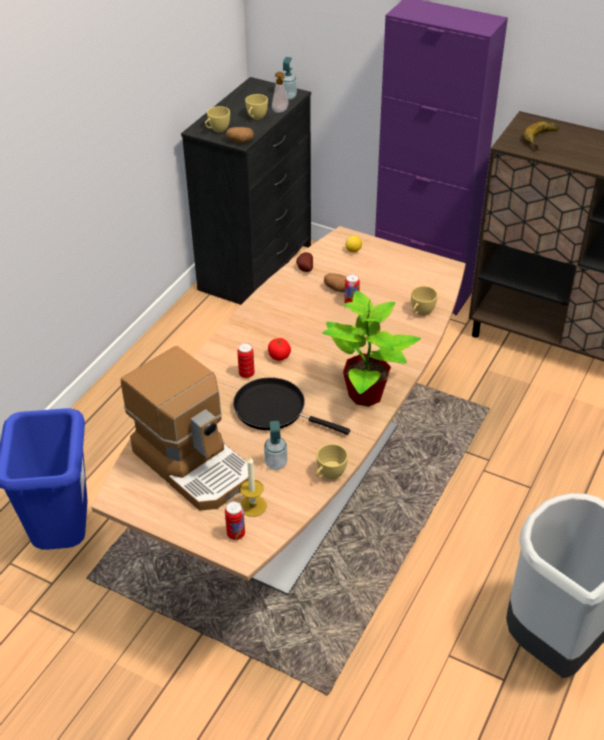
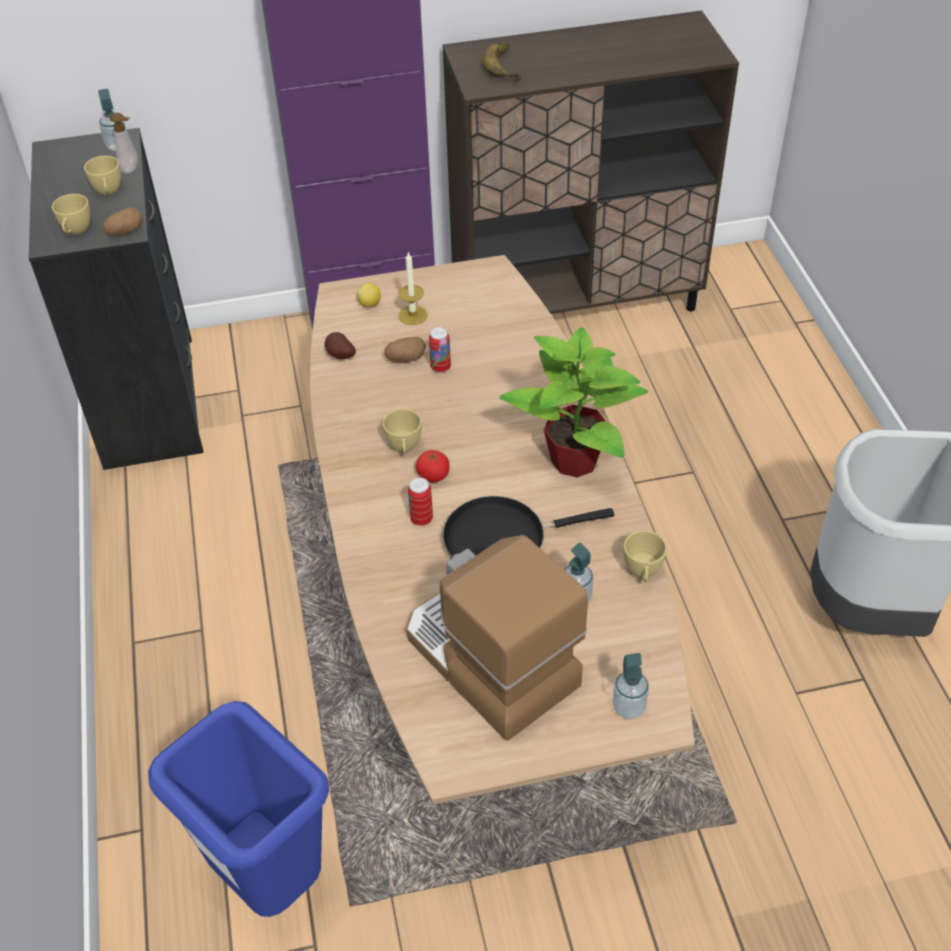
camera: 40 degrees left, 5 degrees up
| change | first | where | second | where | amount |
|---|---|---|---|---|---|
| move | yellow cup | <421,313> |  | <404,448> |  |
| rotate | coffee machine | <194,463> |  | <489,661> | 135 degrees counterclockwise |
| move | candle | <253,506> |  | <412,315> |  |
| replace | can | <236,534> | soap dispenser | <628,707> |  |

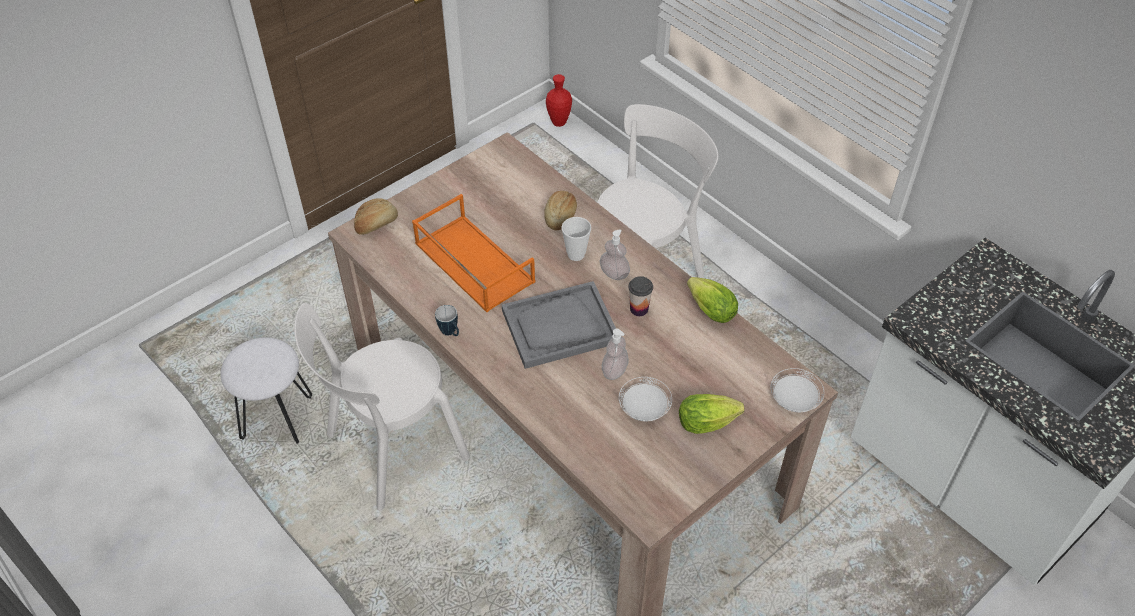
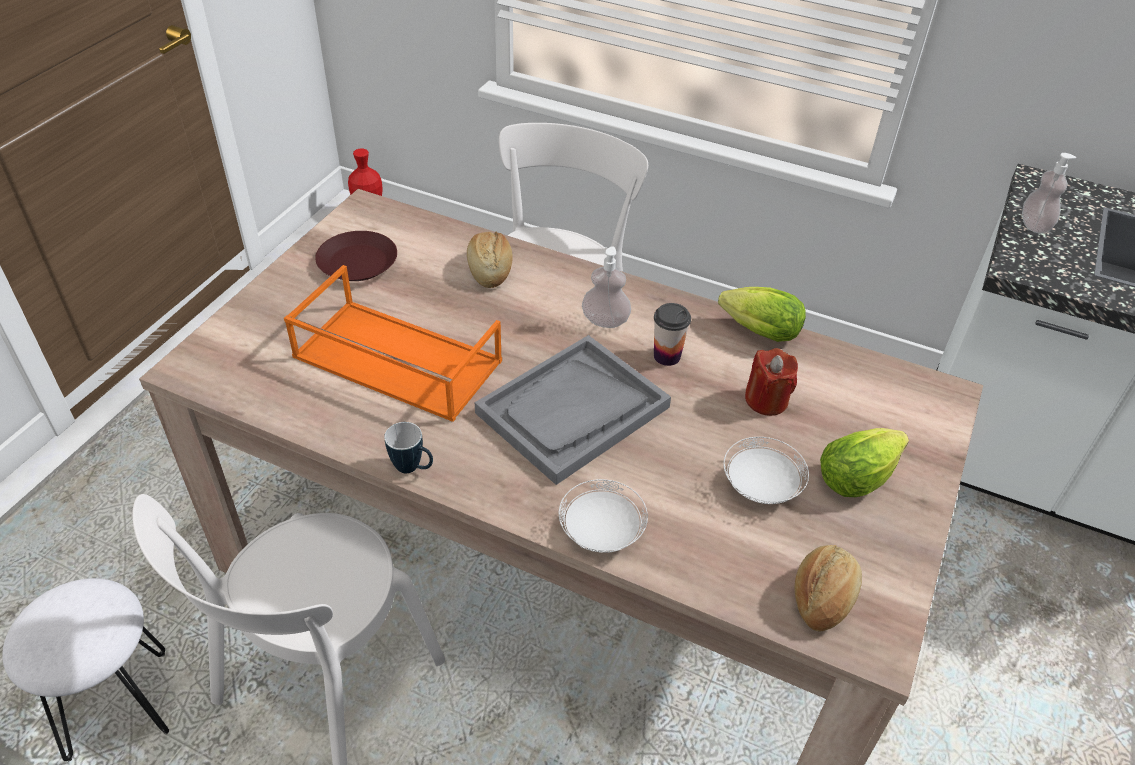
camera: 25 degrees left, 5 degrees down
| change | first | where | second | where | amount |
|---|---|---|---|---|---|
| move | bread | <376,224> |  | <822,596> |  |
| delete | cup | <576,254> |  |  |  |
| move | soap dispenser | <614,371> |  | <1034,225> |  |
| move | white plate | <794,400> |  | <601,532> |  |
| insert |  |  | brown plate | <357,263> |  |
| insert |  |  | red candle | <766,400> |  |

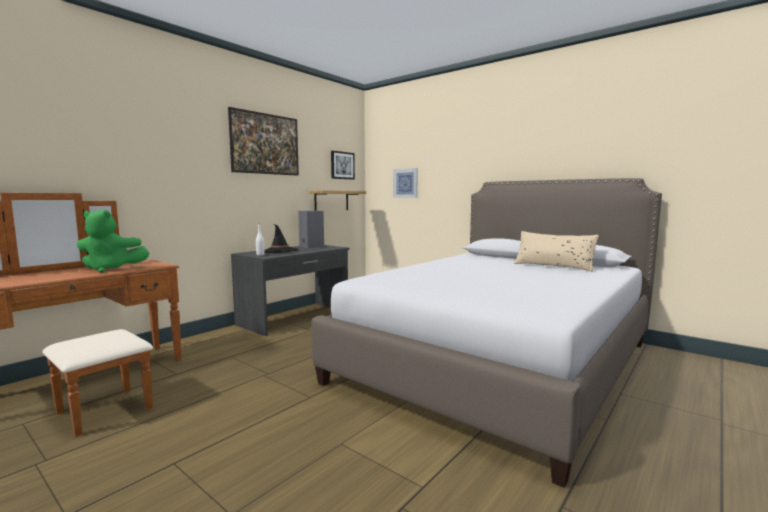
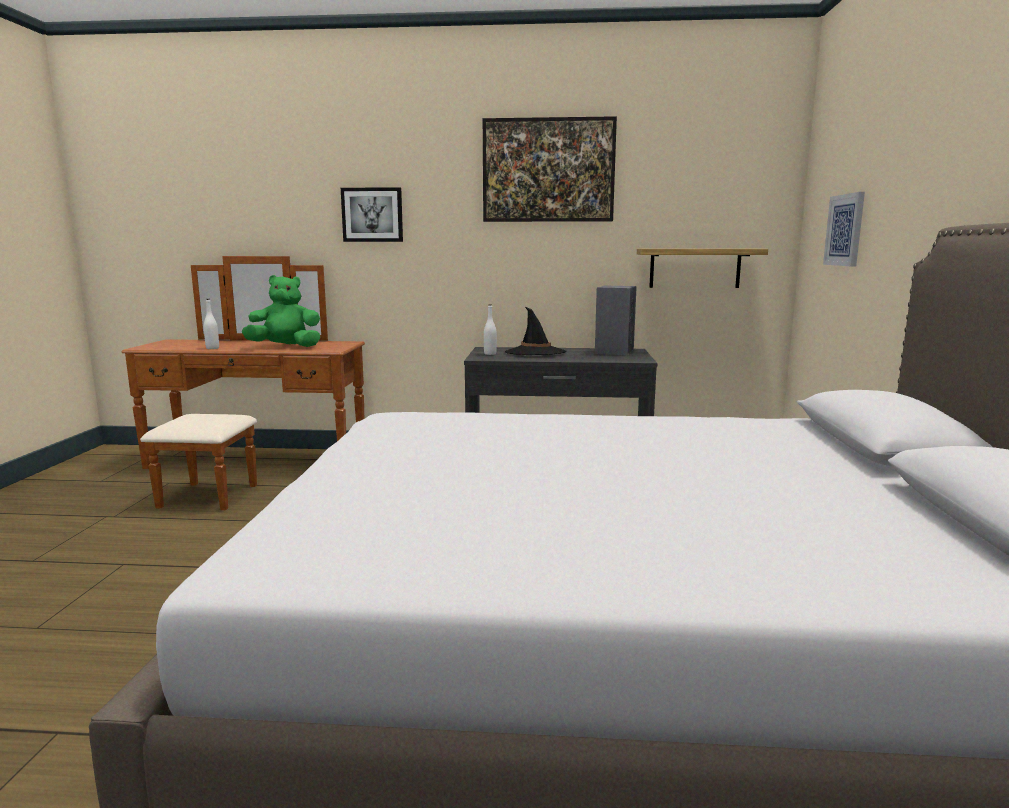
camera: 55 degrees right, 5 degrees up
| change | first | where | second | where | amount |
|---|---|---|---|---|---|
| move | picture | <342,165> |  | <372,215> |  |
| rotate | green plush toy | <111,269> |  | <285,347> | 120 degrees clockwise |
| delete | beige pillow | <553,266> |  |  |  |
| insert |  |  | white bottle | <212,348> |  |

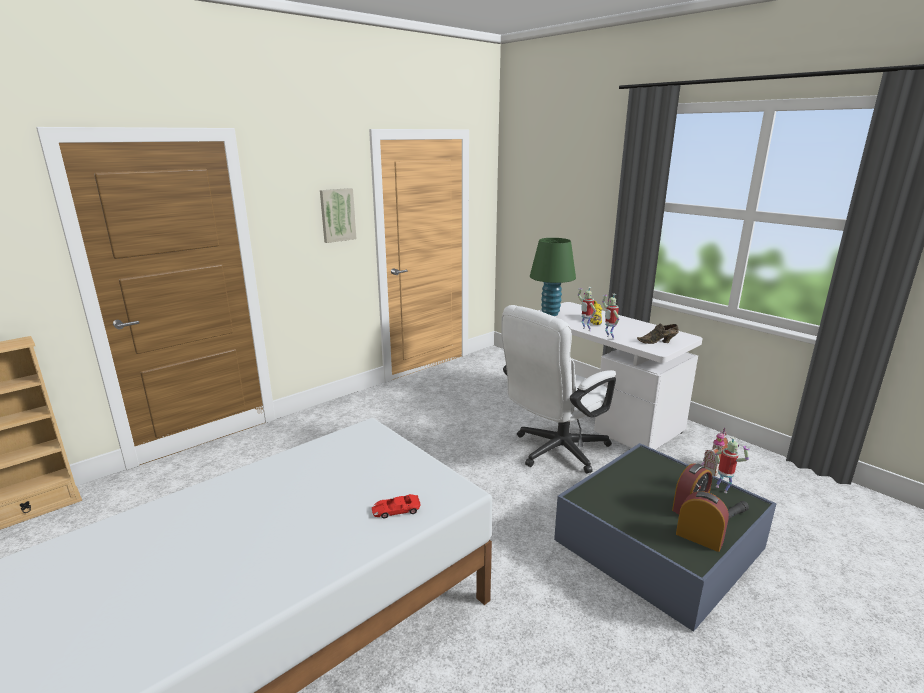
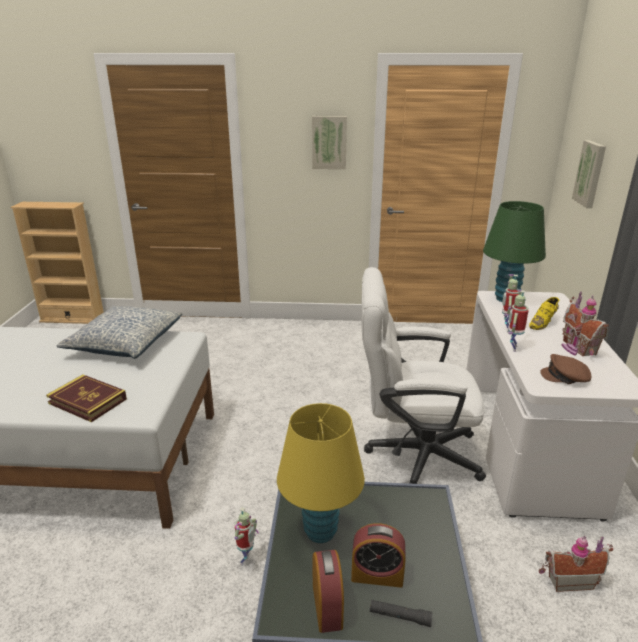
camera: 45 degrees right, 5 degrees up
| change | first | where | second | where | amount |
|---|---|---|---|---|---|
| replace | brown shoe | <658,342> | brown cap | <566,377> |  |
| move | toy robot | <723,489> |  | <246,560> |  |
| replace | red toy car | <396,510> | book | <87,401> |  |
| insert |  |  | picture | <590,173> |  |
| insert |  |  | toy house | <576,348> |  |
| insert |  |  | pillow | <125,343> |  |
| insert |  |  | yellow table lamp | <320,531> |  |

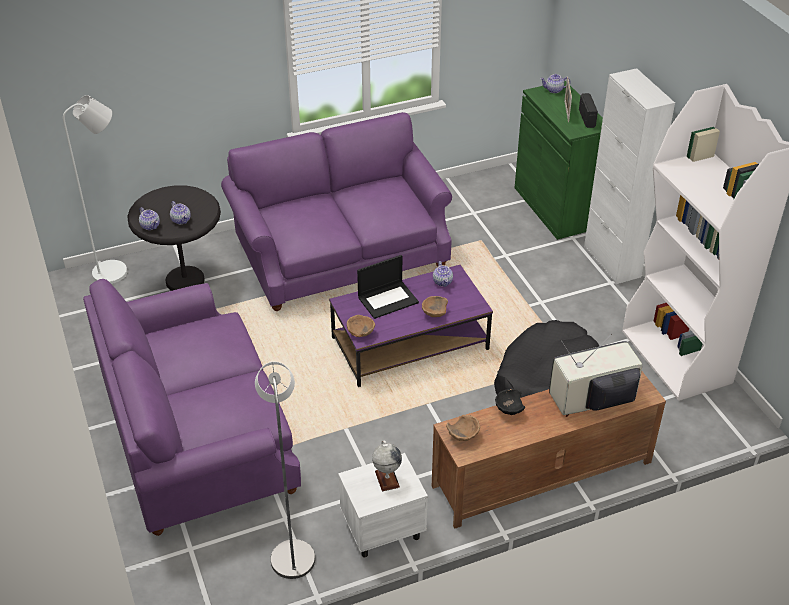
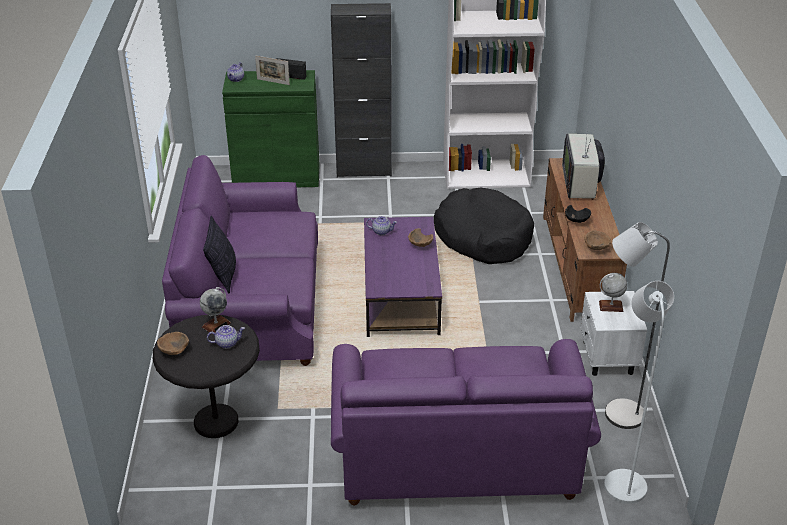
camera: 70 degrees left, 5 degrees down
| change | first | where | second | where | amount |
|---|---|---|---|---|---|
| recolor | white cabinet | <612,261> | black cabinet | <364,170> |  |
| move | white floor lamp | <117,271> |  | <623,480> |  |
| delete | teapot | <151,226> |  |  |  |
| delete | laptop | <388,299> |  |  |  |
| move | brown bowl | <361,333> |  | <174,350> |  |
| insert |  |  | pillow | <223,275> |  |
| insert |  |  | globe | <216,325> |  |

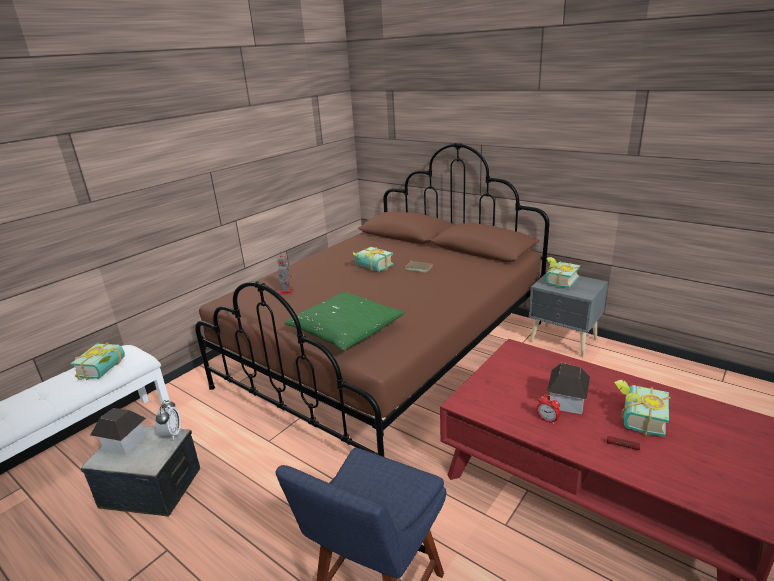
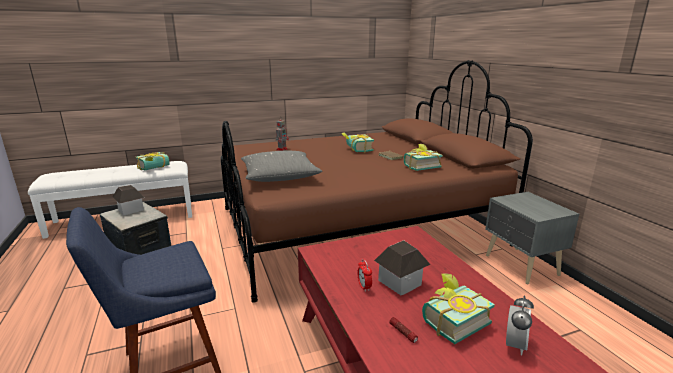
camera: 30 degrees right, 5 degrees down
| change | first | where | second | where | amount |
|---|---|---|---|---|---|
| move | book | <558,281> |  | <420,166> |  |
| recolor | green pillow | <346,331> | grey pillow | <279,176> |  |
| move | alarm clock | <171,434> |  | <515,345> |  |

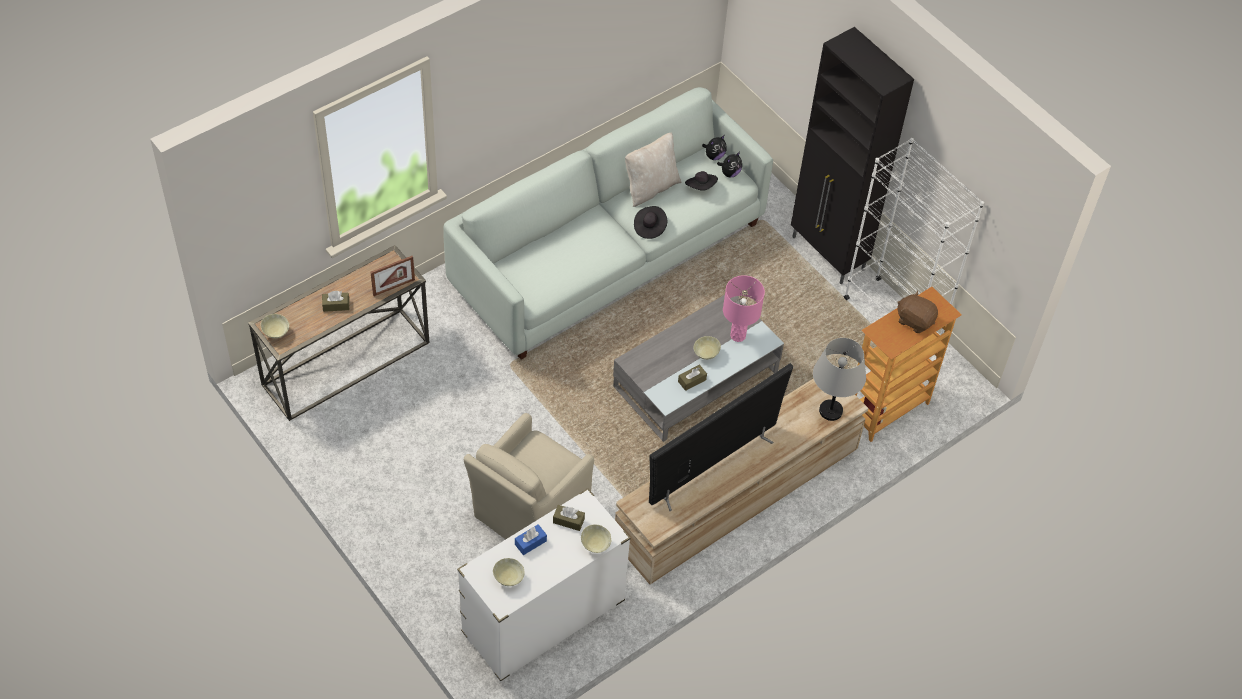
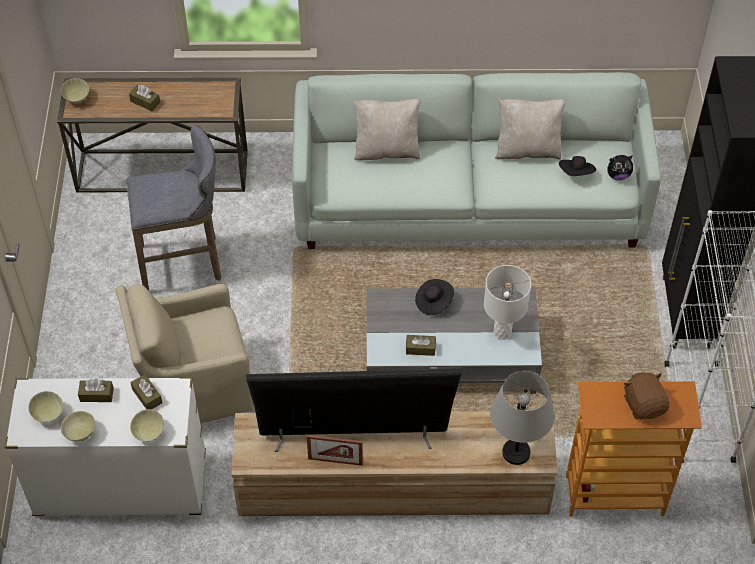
camera: 40 degrees right, 0 degrees up
| change | first | where | second | where | amount |
|---|---|---|---|---|---|
| delete | plush toy | <714,156> |  |  |  |
| move | black hat | <649,227> |  | <433,302> |  |
| move | picture frame | <394,287> |  | <335,461> |  |
| recolor | pink table lamp | <738,335> | white table lamp | <502,332> |  |
| move | beige bowl | <705,354> |  | <80,433> |  |
| recolor | blue tissue box | <530,542> | brown tissue box | <96,395> |  |
| insert |  |  | beige pillow | <386,150> |  |
| insert |  |  | grey stool | <184,262> |  |

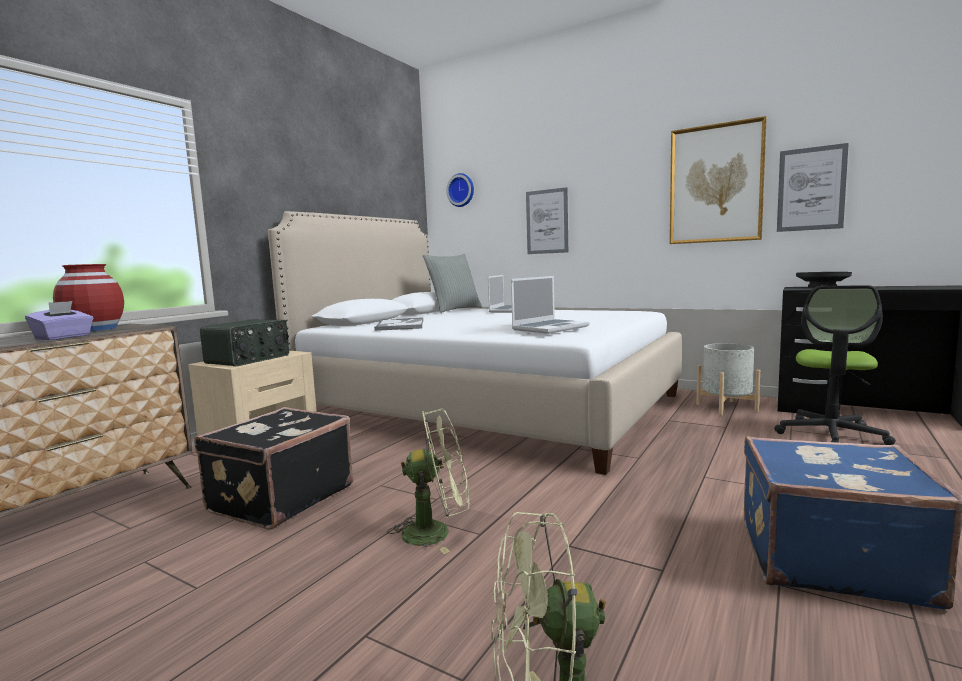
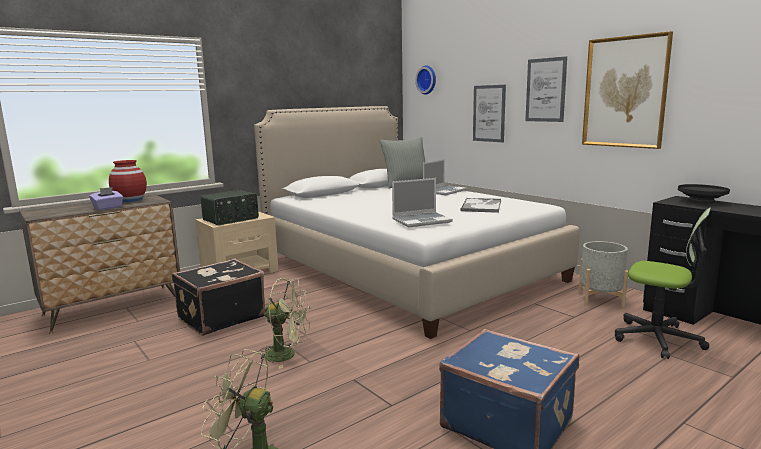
camera: 20 degrees right, 5 degrees up
| change | first | where | second | where | amount |
|---|---|---|---|---|---|
| move | picture | <811,189> |  | <545,90> |  |
| rotate | office chair | <831,435> |  | <657,339> | 105 degrees counterclockwise |
| move | tray | <400,325> |  | <481,206> |  |

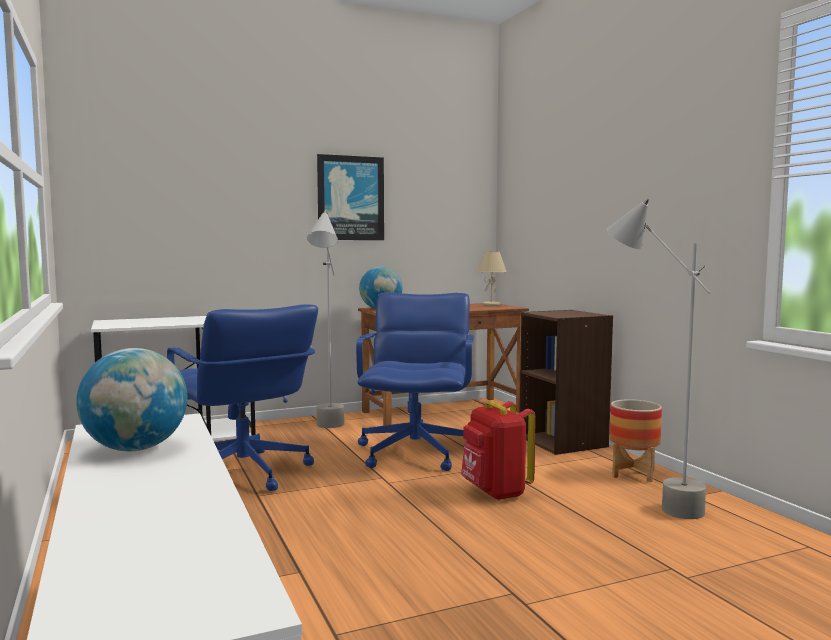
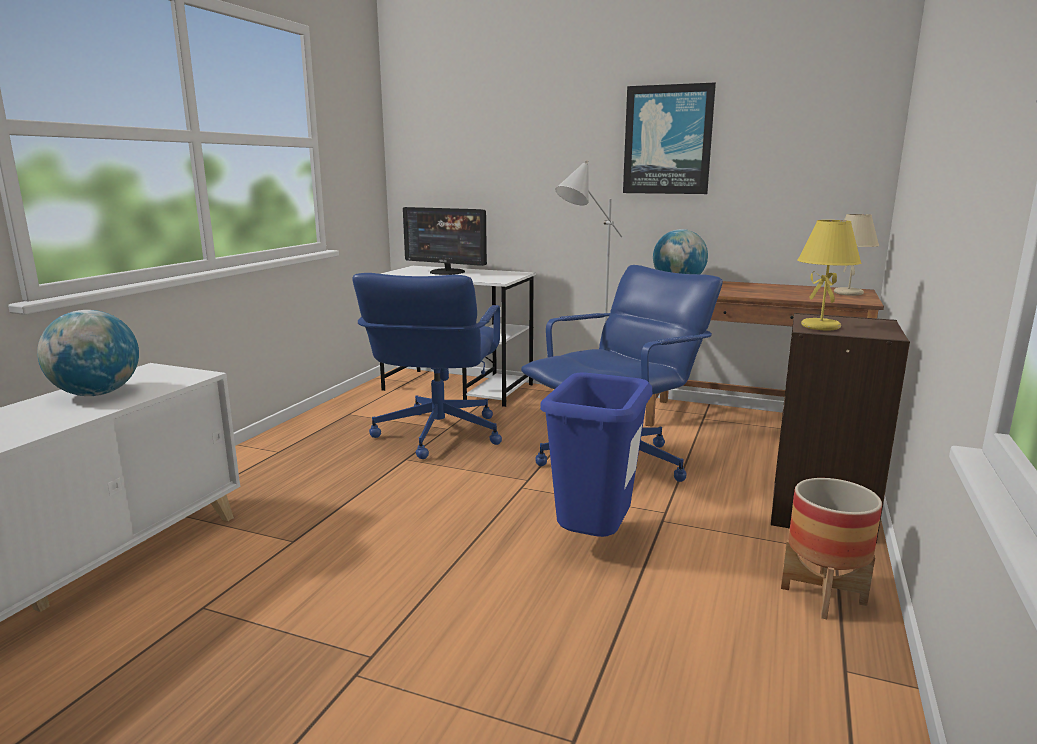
camera: 45 degrees right, 10 degrees up
| change | first | where | second | where | amount |
|---|---|---|---|---|---|
| delete | grey floor lamp | <650,502> |  |  |  |
| replace | red backpack | <495,493> | blue trash can | <593,543> |  |
| insert |  |  | monitor | <447,272> |  |
| insert |  |  | yellow table lamp | <821,327> |  |

